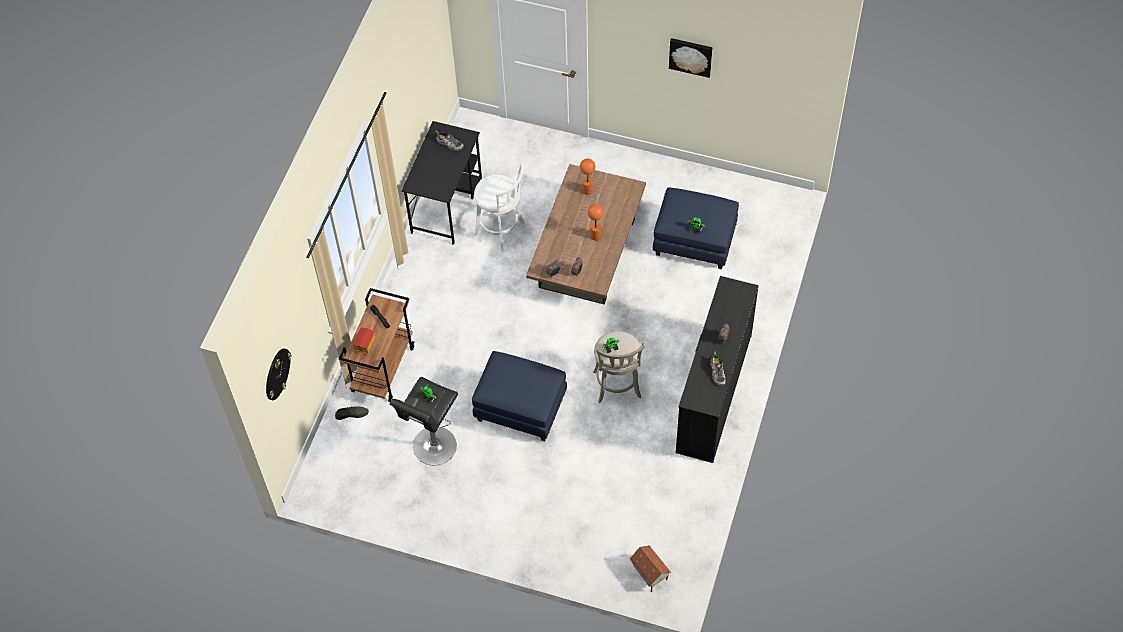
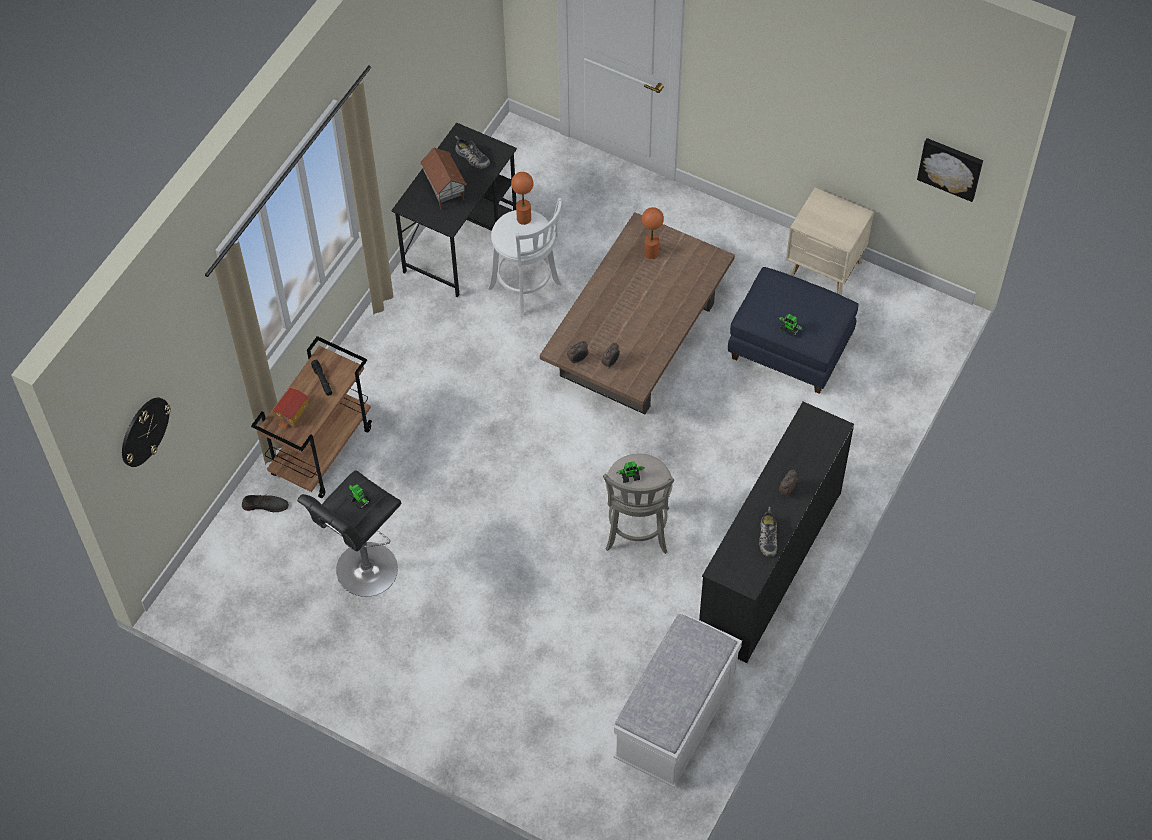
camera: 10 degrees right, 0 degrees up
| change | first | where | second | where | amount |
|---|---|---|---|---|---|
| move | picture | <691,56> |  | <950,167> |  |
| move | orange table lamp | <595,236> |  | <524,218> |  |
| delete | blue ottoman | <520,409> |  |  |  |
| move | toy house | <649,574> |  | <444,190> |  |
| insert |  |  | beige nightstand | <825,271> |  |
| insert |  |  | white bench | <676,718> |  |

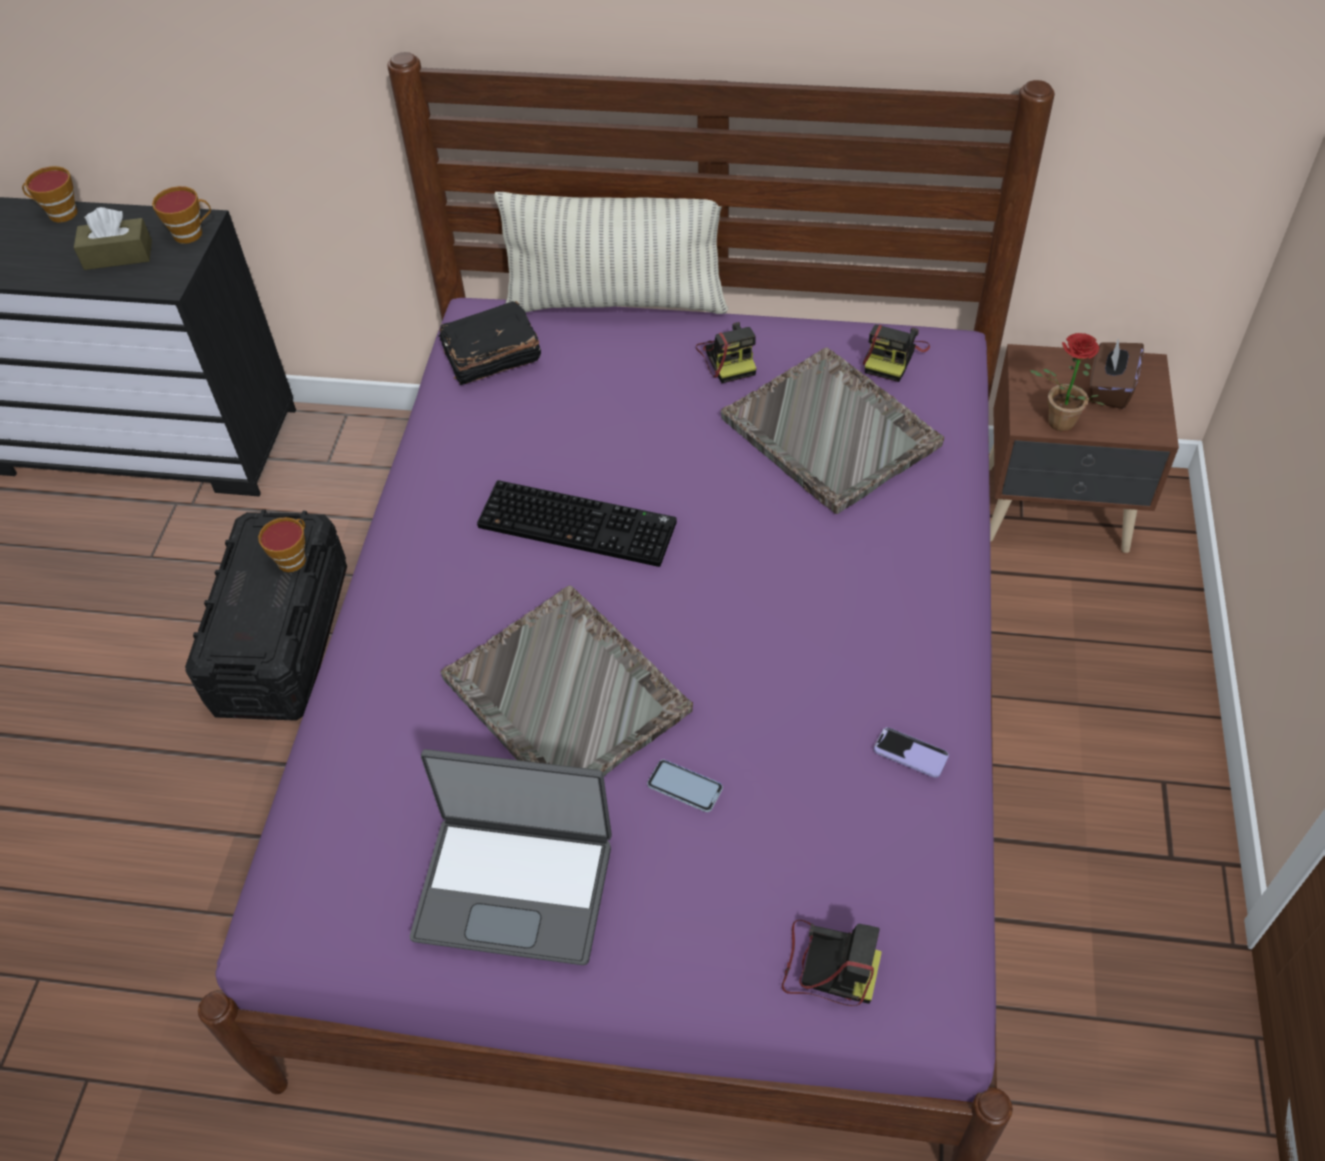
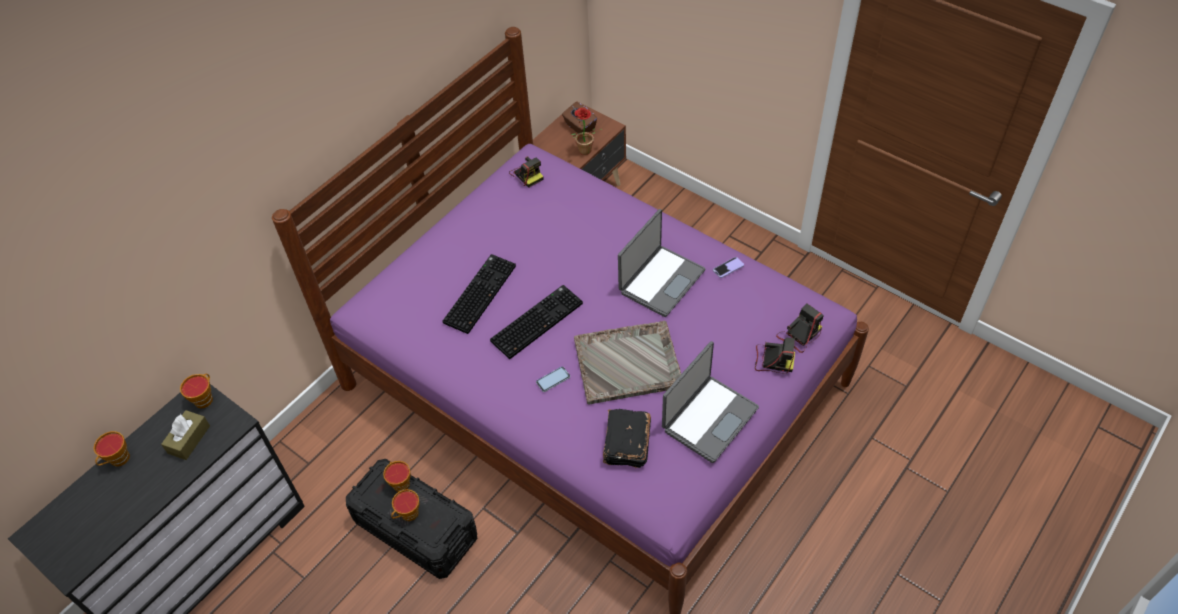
camera: 60 degrees left, 0 degrees up
| change | first | where | second | where | amount |
|---|---|---|---|---|---|
| delete | pillow | <616,302> |  |  |  |
| move | black book | <490,357> |  | <626,444> |  |
| move | photo camera | <728,358> |  | <772,360> |  |
| delete | grey tray | <831,433> |  |  |  |
| move | phone | <685,787> |  | <553,379> |  |
| insert |  |  | laptop | <660,281> |  |
| insert |  |  | keyboard | <479,293> |  |
| insert |  |  | cup | <408,515> |  |

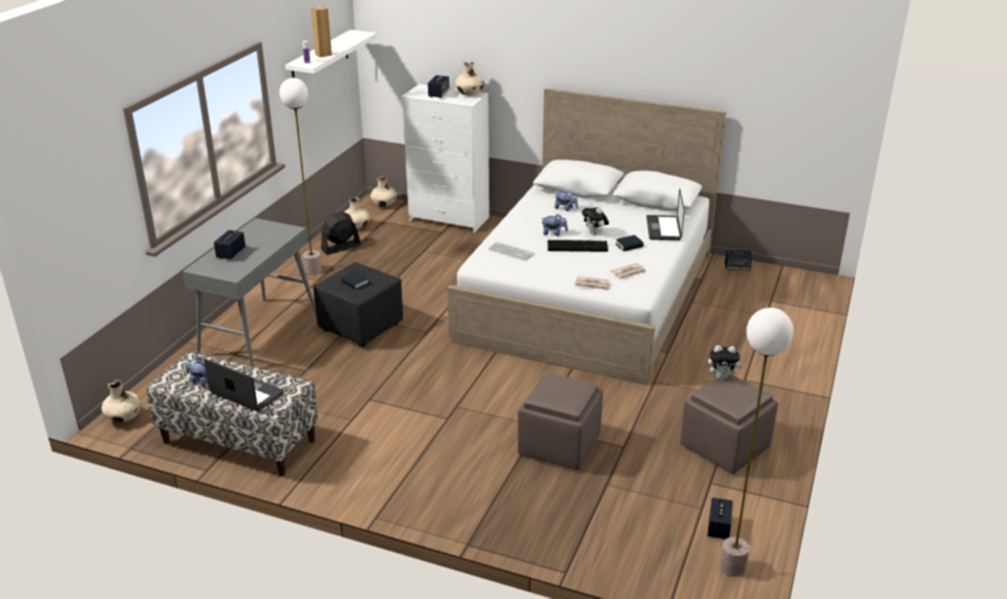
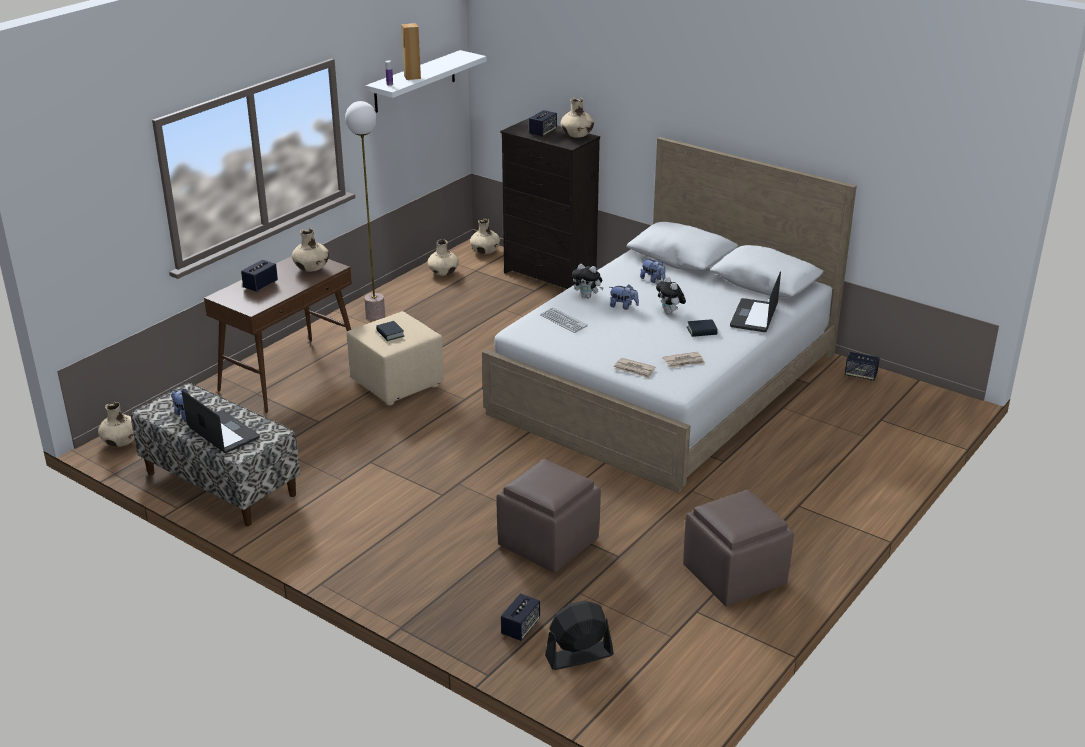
camera: 15 degrees right, 0 degrees up
| change | first | where | second | where | amount |
|---|---|---|---|---|---|
| recolor | white dresser | <449,219> | black dresser | <550,277> |  |
| move | black fan | <340,247> |  | <579,656> |  |
| recolor | grey console table | <259,332> | brown console table | <290,374> |  |
| delete | keyboard | <578,246> |  |  |  |
| recolor | black ottoman | <360,327> | beige ottoman | <397,383> |  |
| delete | floor lamp | <733,567> |  |  |  |
| move | plush toy | <722,377> |  | <587,296> |  |
| move | speaker | <718,527> |  | <520,627> |  |
| insert |  |  | beige vase | <312,269> |  |

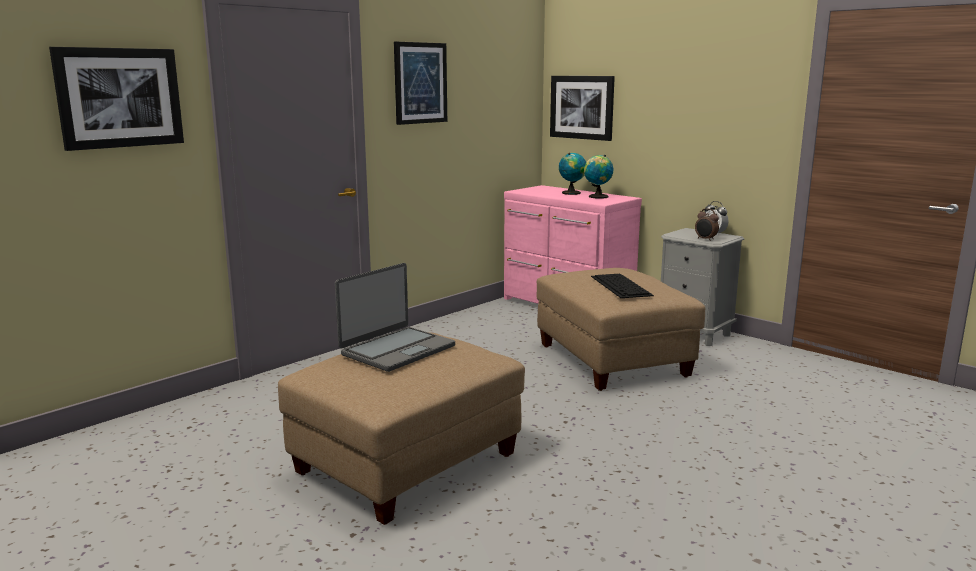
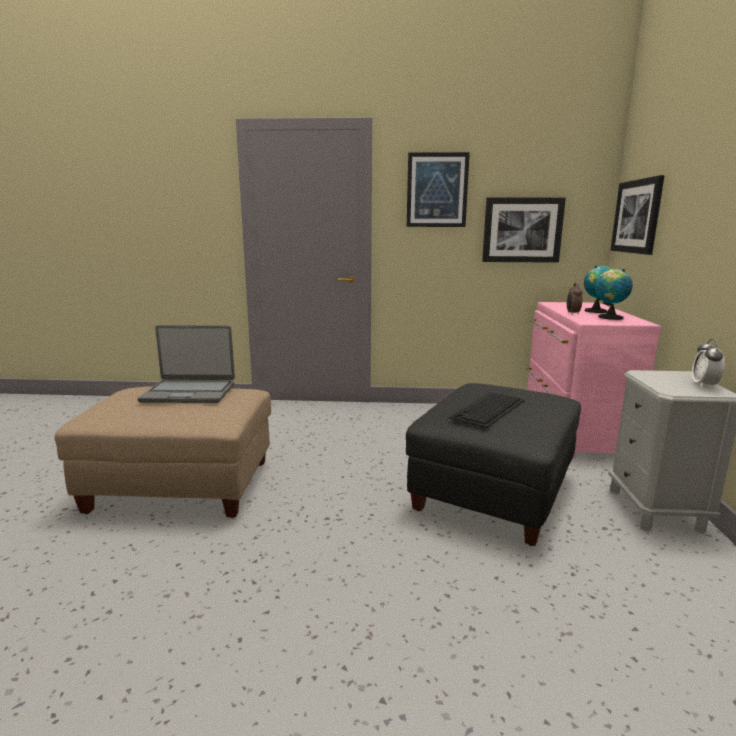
camera: 50 degrees right, 0 degrees up
| change | first | where | second | where | amount |
|---|---|---|---|---|---|
| move | picture | <119,98> |  | <522,230> |  |
| move | alarm clock | <705,239> |  | <572,313> |  |
| recolor | beige ottoman | <613,361> | black ottoman | <494,493> |  |

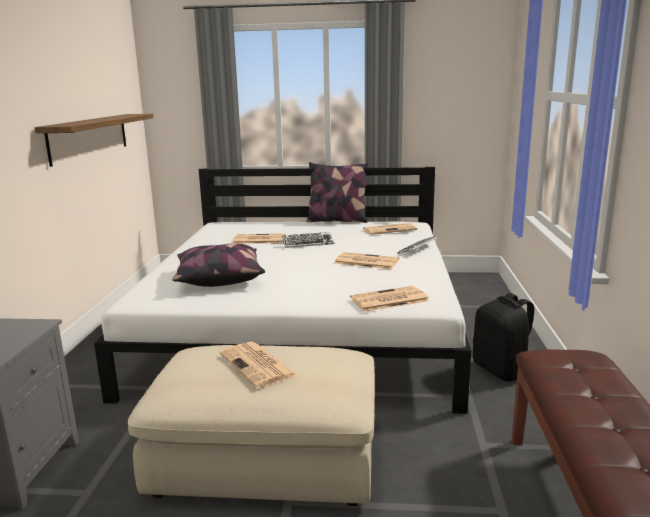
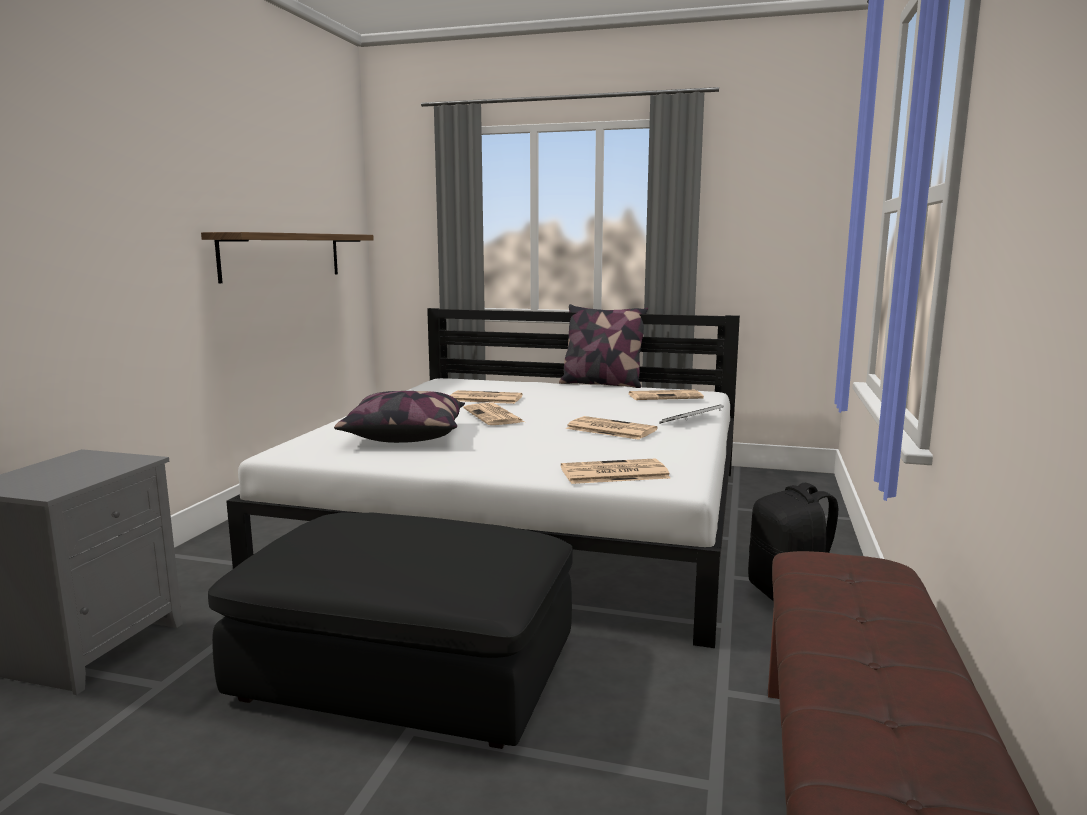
camera: 10 degrees right, 5 degrees down
| change | first | where | second | where | amount |
|---|---|---|---|---|---|
| delete | keyboard | <308,243> |  |  |  |
| move | newspaper | <258,365> |  | <494,416> |  |
| recolor | beige ottoman | <267,456> | black ottoman | <409,669> |  |

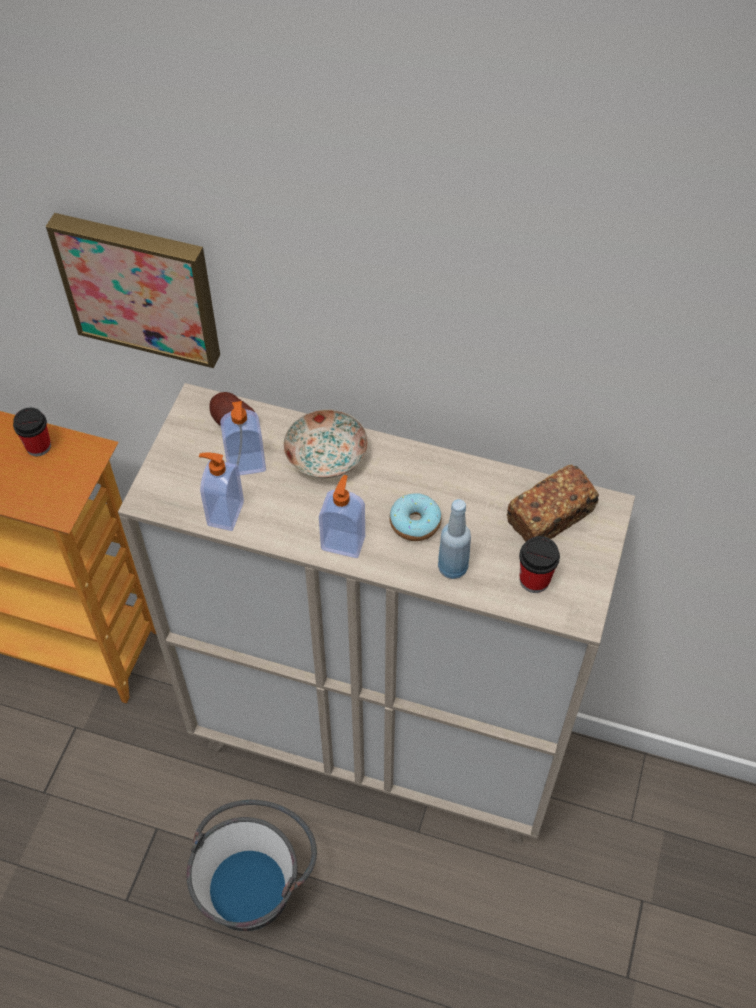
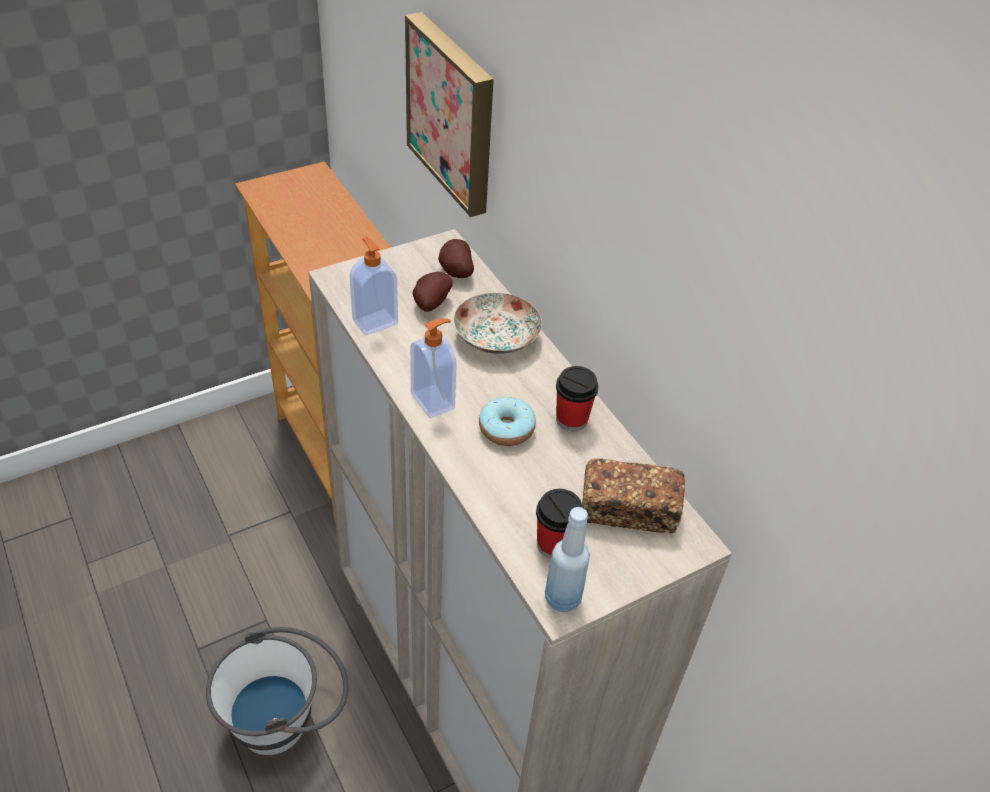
camera: 40 degrees right, 10 degrees down
| change | first | where | second | where | amount |
|---|---|---|---|---|---|
| replace | soap dispenser | <246,465> | potato | <430,303> |  |
| move | cup | <38,446> |  | <571,419> |  |
| move | blue bottle | <452,568> |  | <562,598> |  |

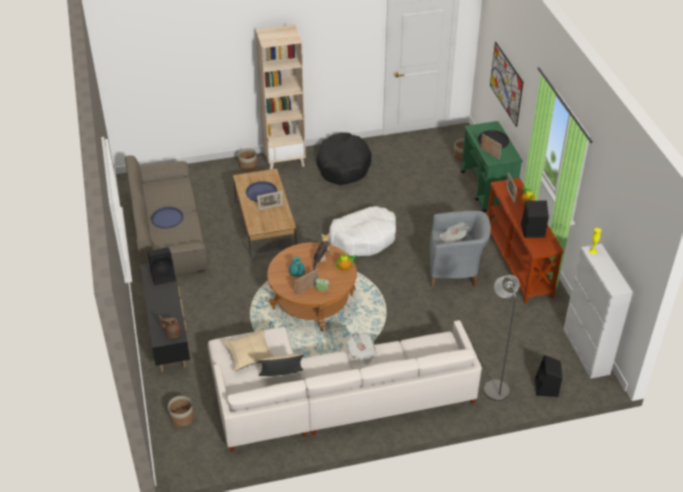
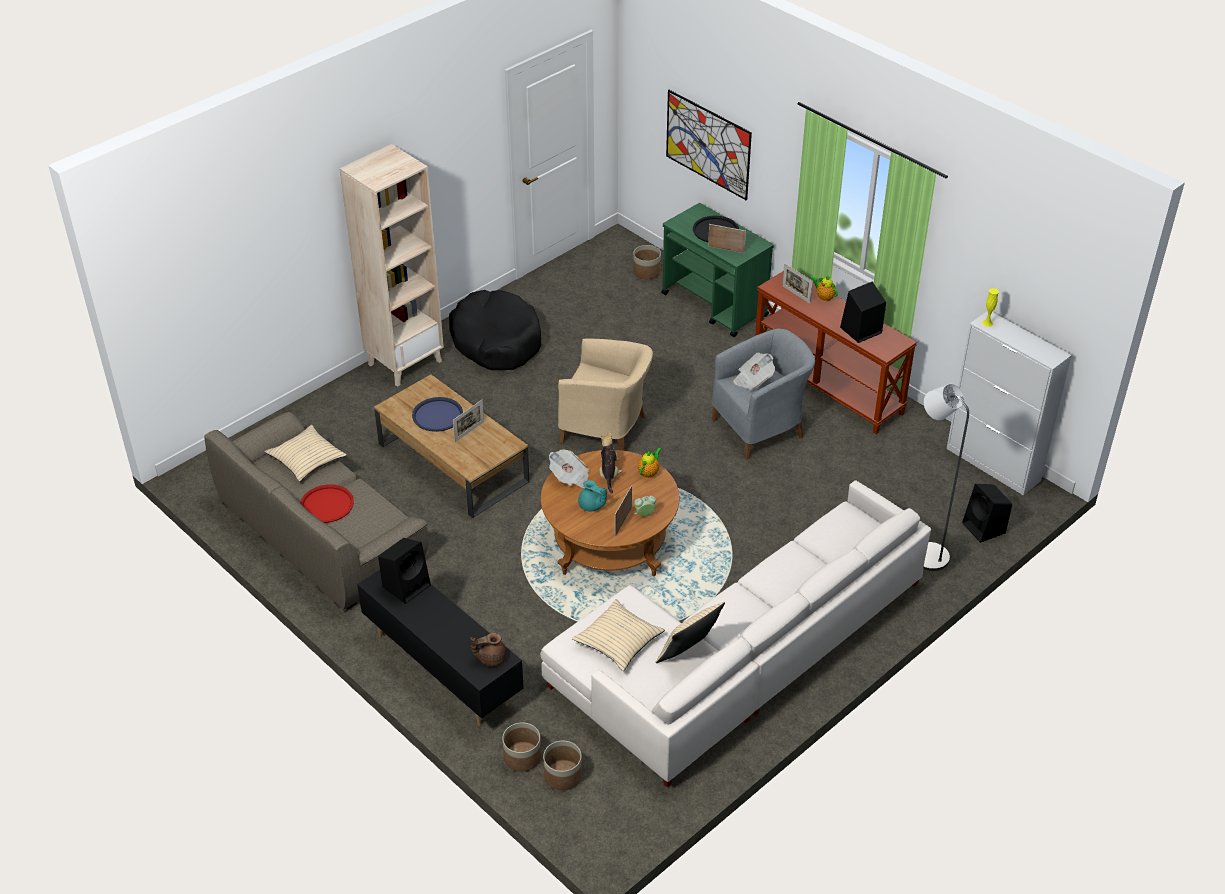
camera: 30 degrees left, 0 degrees up
| change | first | where | second | where | amount |
|---|---|---|---|---|---|
| move | planter | <248,166> |  | <522,757> |  |
| replace | white dog bed | <363,238> | beige armchair | <606,430> |  |
| recolor | blue tray | <167,218> | red tray | <327,504> |  |
| move | newspaper | <362,353> |  | <570,477> |  |
| insert |  |  | beige pillow | <306,459> |  |

